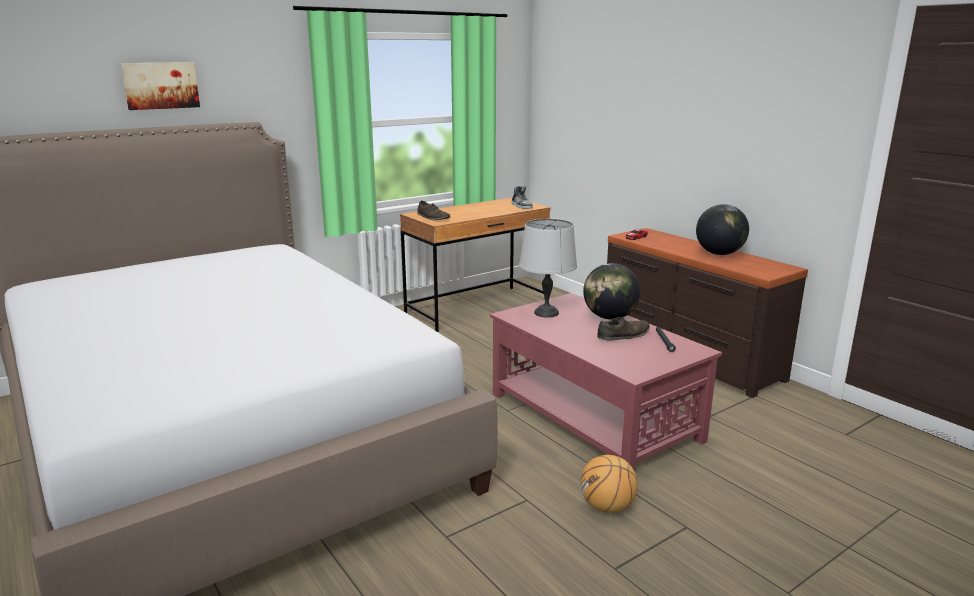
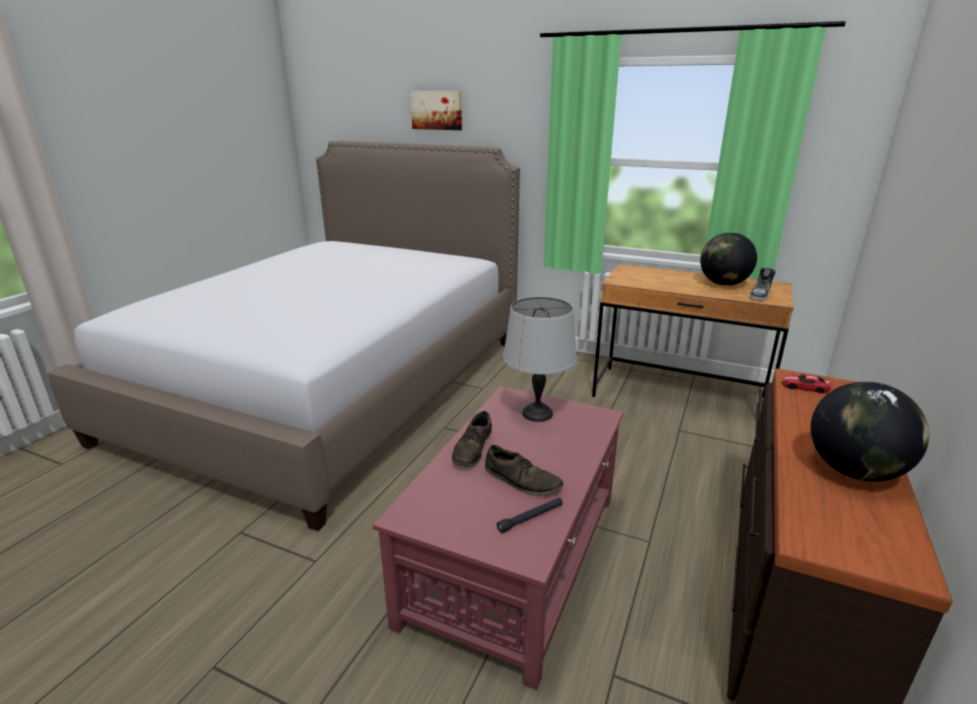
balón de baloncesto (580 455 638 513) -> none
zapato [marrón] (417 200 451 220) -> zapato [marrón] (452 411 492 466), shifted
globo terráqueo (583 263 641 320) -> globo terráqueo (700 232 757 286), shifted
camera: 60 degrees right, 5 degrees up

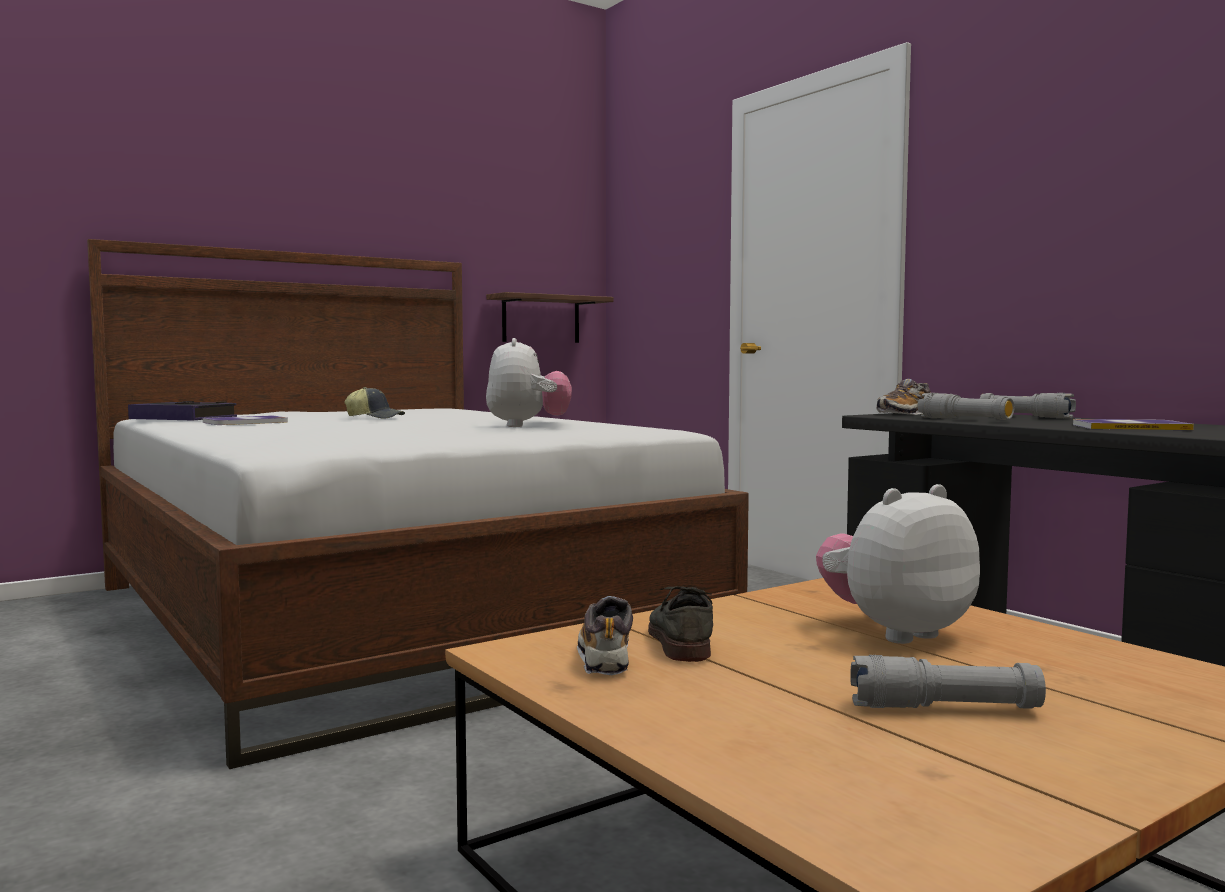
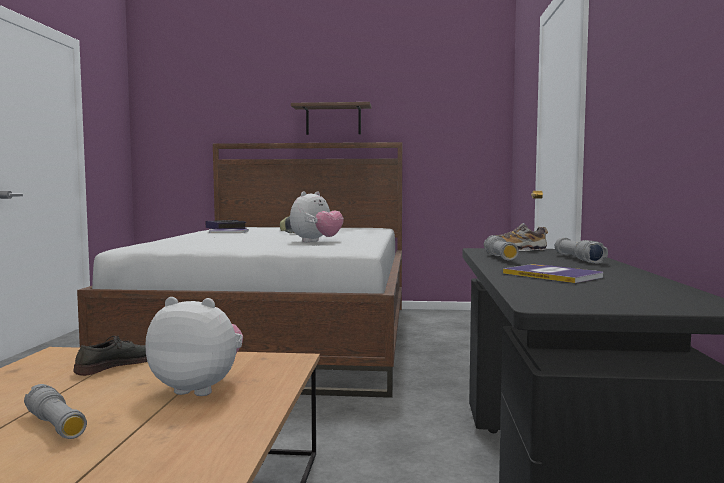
zapato (577 596 633 675) -> none
estante (486 292 614 343) -> estante (291 102 372 135), shifted
camera: 40 degrees right, 0 degrees up

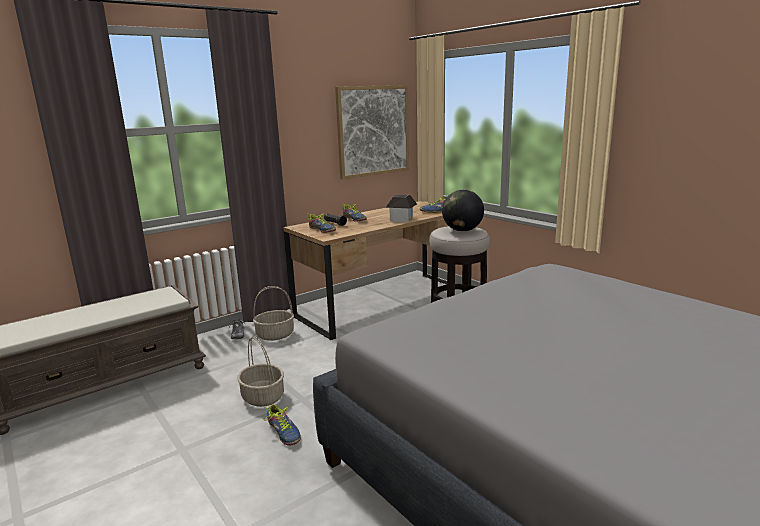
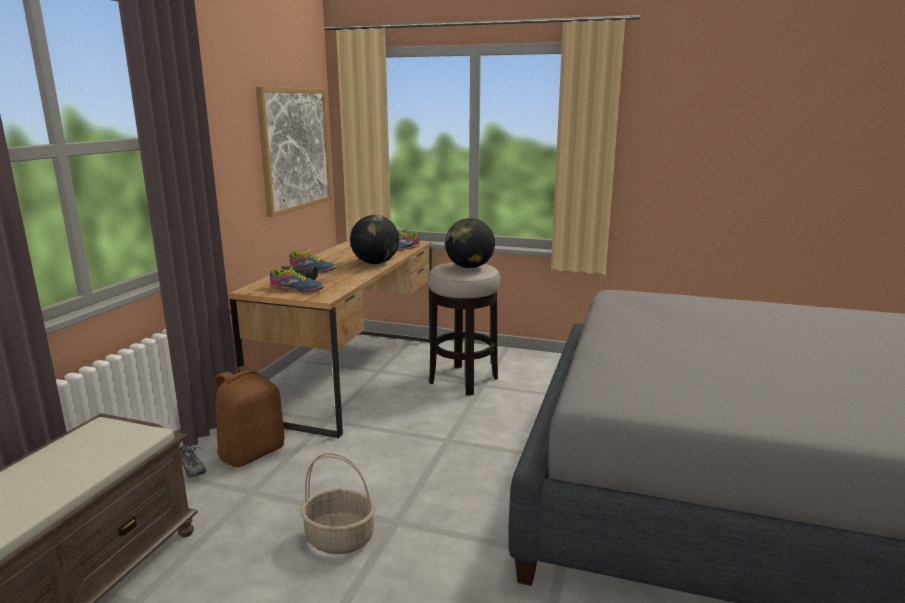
zapato (263 404 301 445) -> none
cesta (253 286 294 341) -> mochila [marrón] (215 365 284 467)
casita (386 194 417 222) -> globo terráqueo (350 215 399 264)
camera: 35 degrees left, 0 degrees up

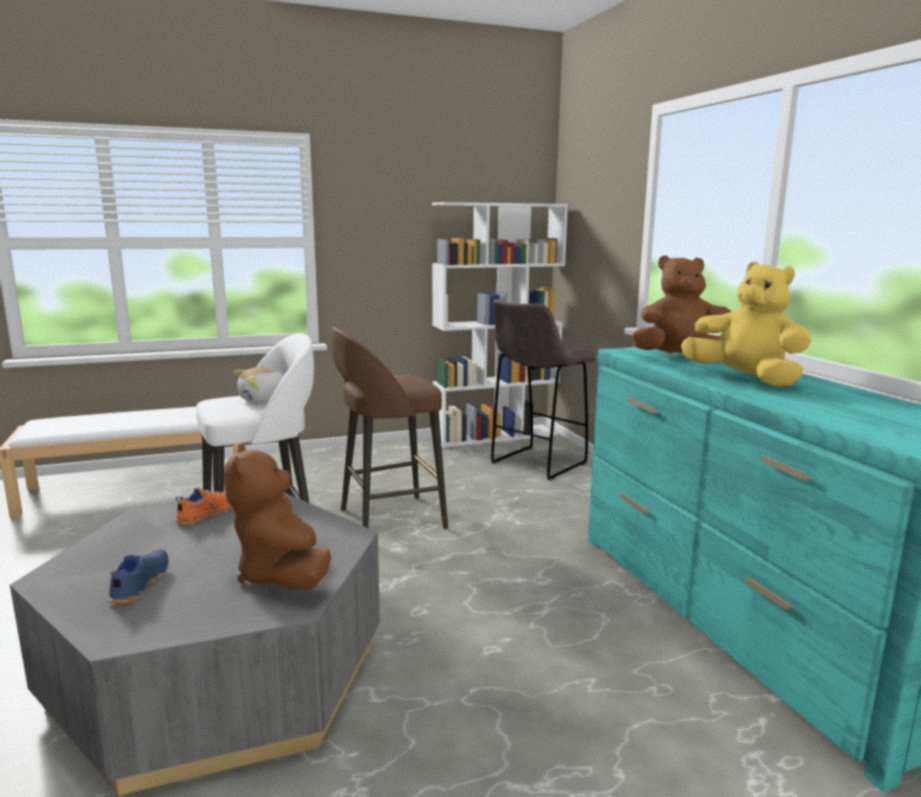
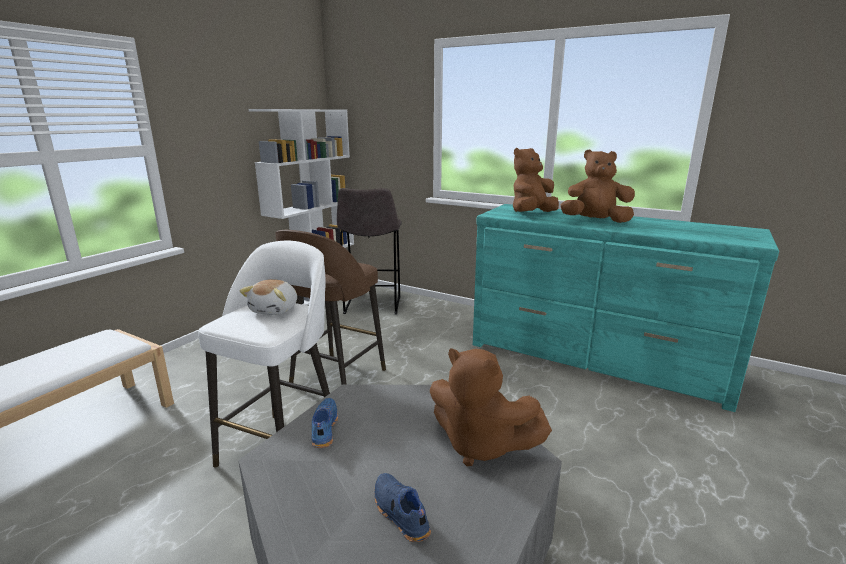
zapato [naranja] (175 488 233 525) -> zapato [azul] (311 398 338 448)
peluche [amarillo] (681 261 811 387) -> peluche [marrón] (560 149 635 223)
camera: 40 degrees left, 5 degrees up

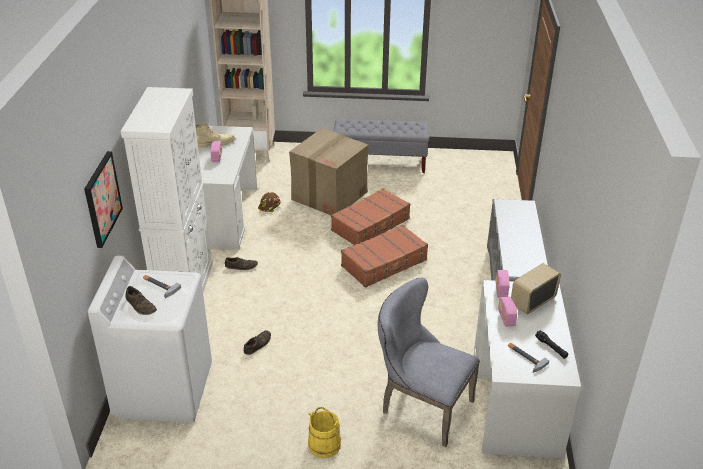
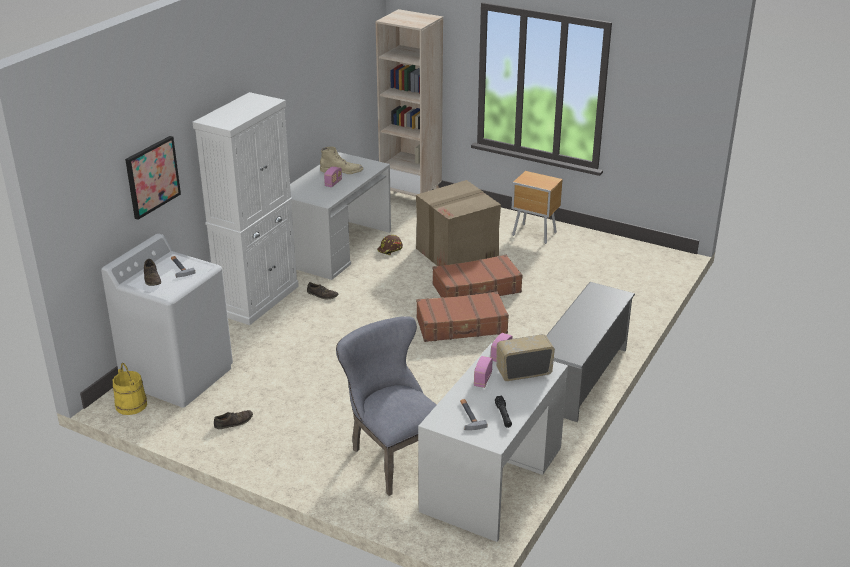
zapato [marrón] (244 330 271 355) -> zapato [marrón] (214 410 253 429), shifted
cubo [amarillo] (308 407 341 458) -> cubo [amarillo] (113 363 147 415), shifted
banco [gris] (333 119 429 173) -> mesita de noche [marrón] (512 171 563 244)
camera: 25 degrees right, 5 degrees down

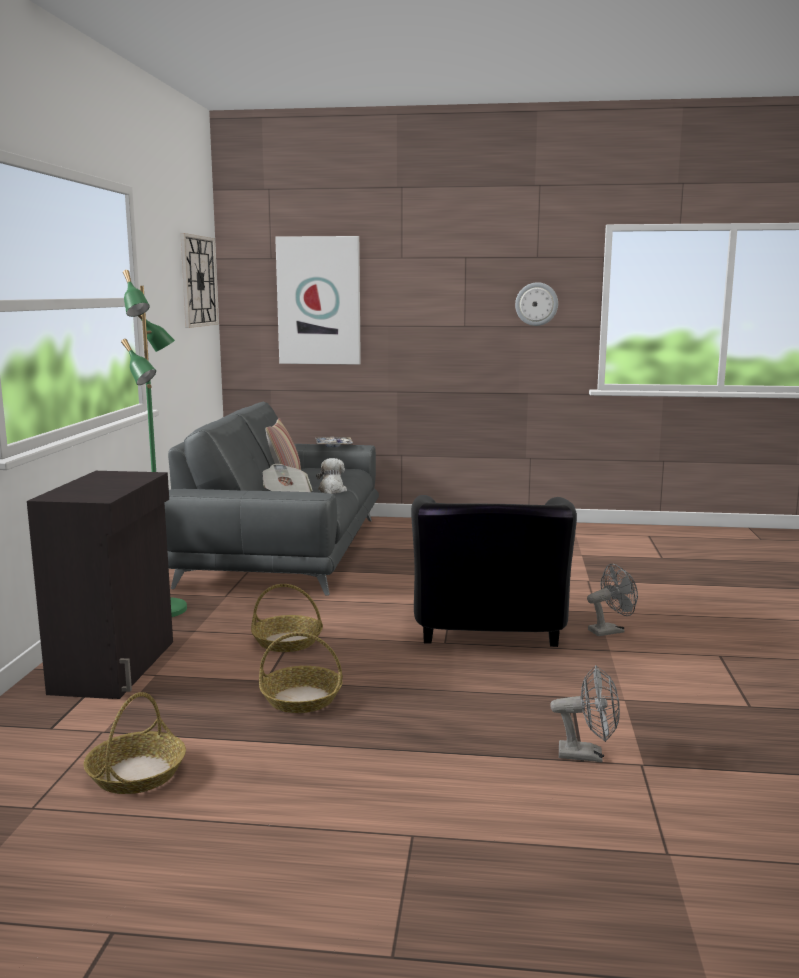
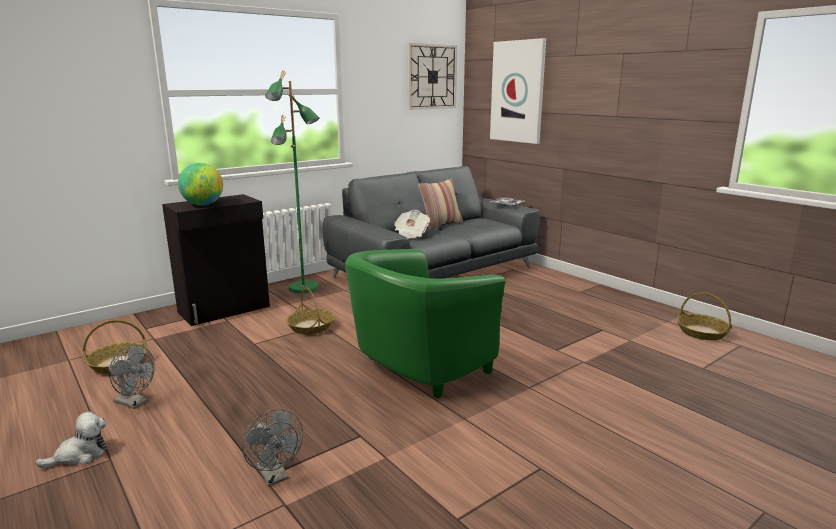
reloj de pared (515 282 558 326) -> none
none -> globo terráqueo (178 163 223 206)
cesta (259 632 343 713) -> cesta (677 292 732 340), shifted
peluche (316 458 347 494) -> peluche (35 411 107 468), shifted
ventilador [gris] (587 564 638 636) -> ventilador [gris] (109 344 155 409), shifted
sillón [negro] (411 495 577 647) -> sillón [verde] (345 249 506 399)
camera: 45 degrees right, 5 degrees up

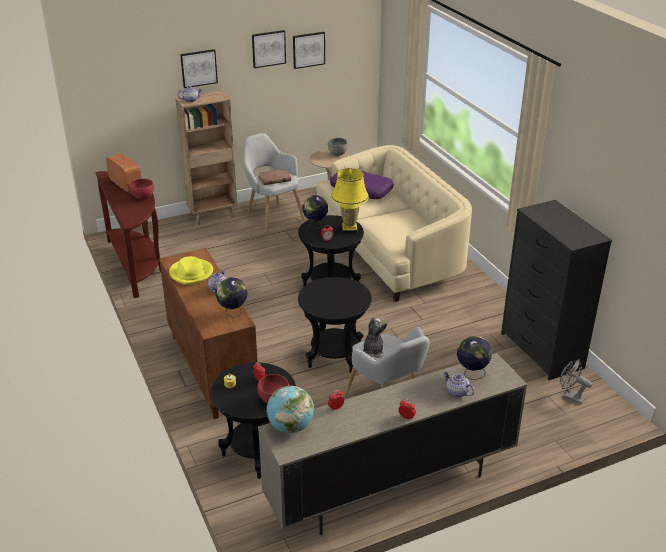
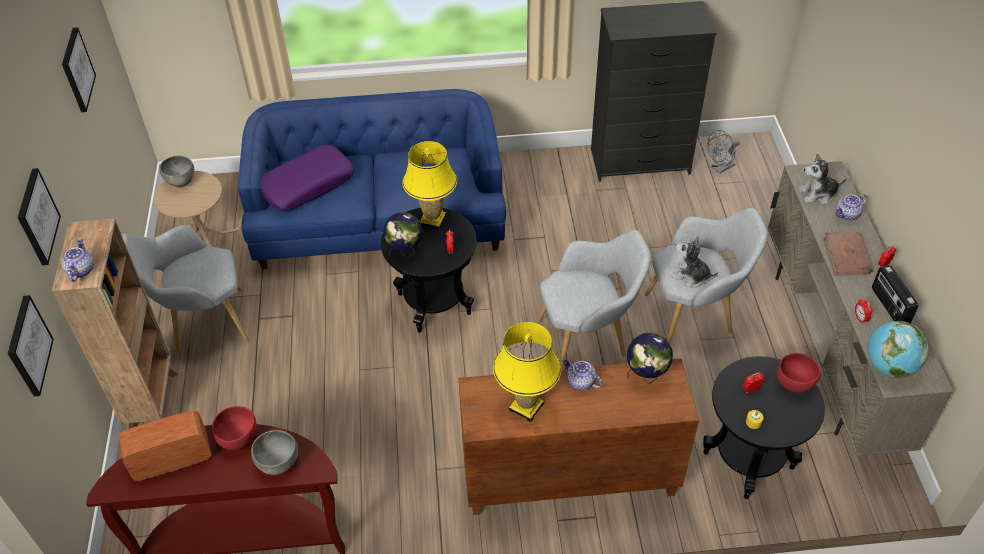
none -> cuenco [gris] (251 430 298 475)
none -> radio (872 265 918 324)
cuadro (252 30 286 68) -> cuadro (7 295 54 396), shifted
libro [marrón] (258 169 291 185) -> libro [marrón] (823 232 873 275), shifted
sombrero [amarillo] (169 256 213 285) -> lámpara de mesa [amarillo] (493 322 561 422)
mesa auxiliar [negro] (298 277 372 373) -> sillón [gris] (537 230 651 369)
globo terráqueo (457 336 492 380) -> peluche (799 153 847 205)
sofá [beis] (316 145 472 302) -> sofá [azul] (238 89 506 270)
camera: 70 degrees left, 15 degrees up

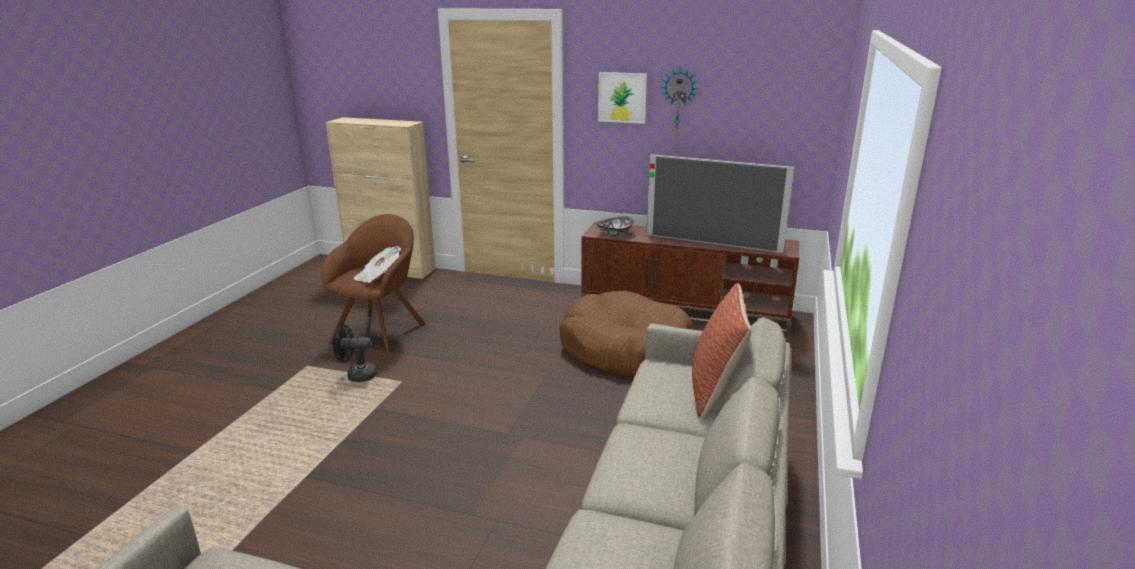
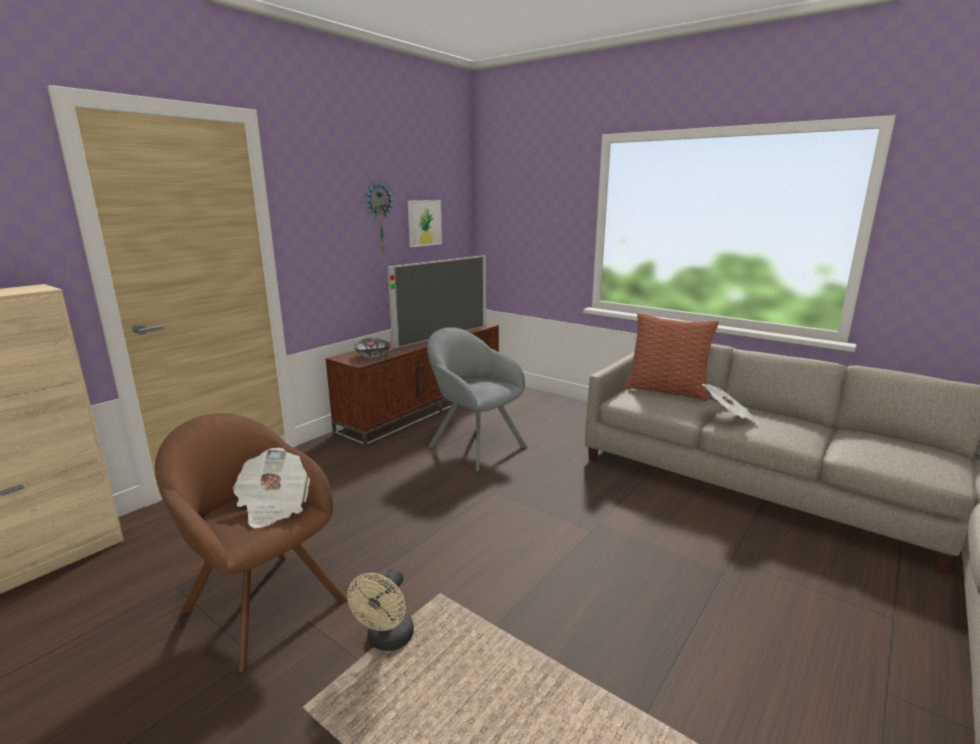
none -> periódico (702 384 760 424)
cuadro (598 72 647 124) -> cuadro (408 200 442 247), shifted
cama para perro [marrón] (560 291 692 377) -> sillón [gris] (427 327 528 472)
ventilador [negro] (333 325 377 382) -> ventilador [beis] (347 568 414 651)
camera: 70 degrees left, 5 degrees down

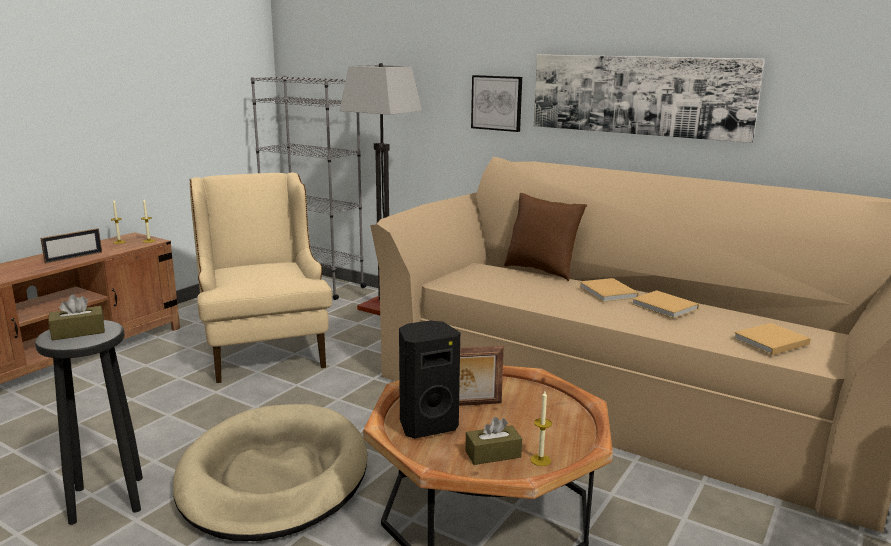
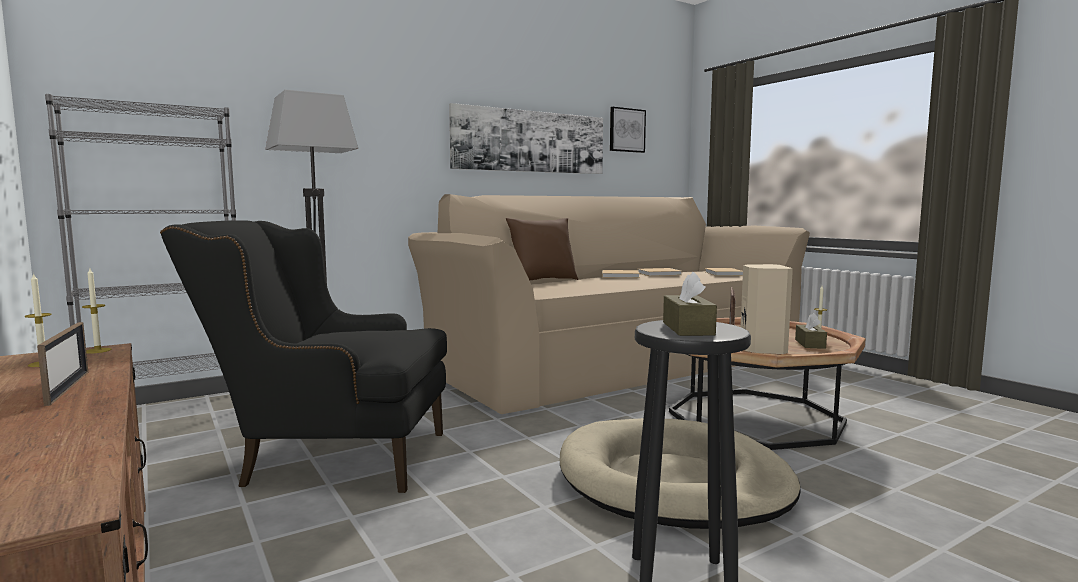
cuadro (471 75 522 132) -> cuadro (610 107 646 153), shifted
sillón [beis] (190 173 332 383) -> sillón [negro] (160 220 447 493)
altavoz [negro] (399 321 460 438) -> altavoz [beis] (740 264 793 354)
camera: 65 degrees left, 10 degrees down

